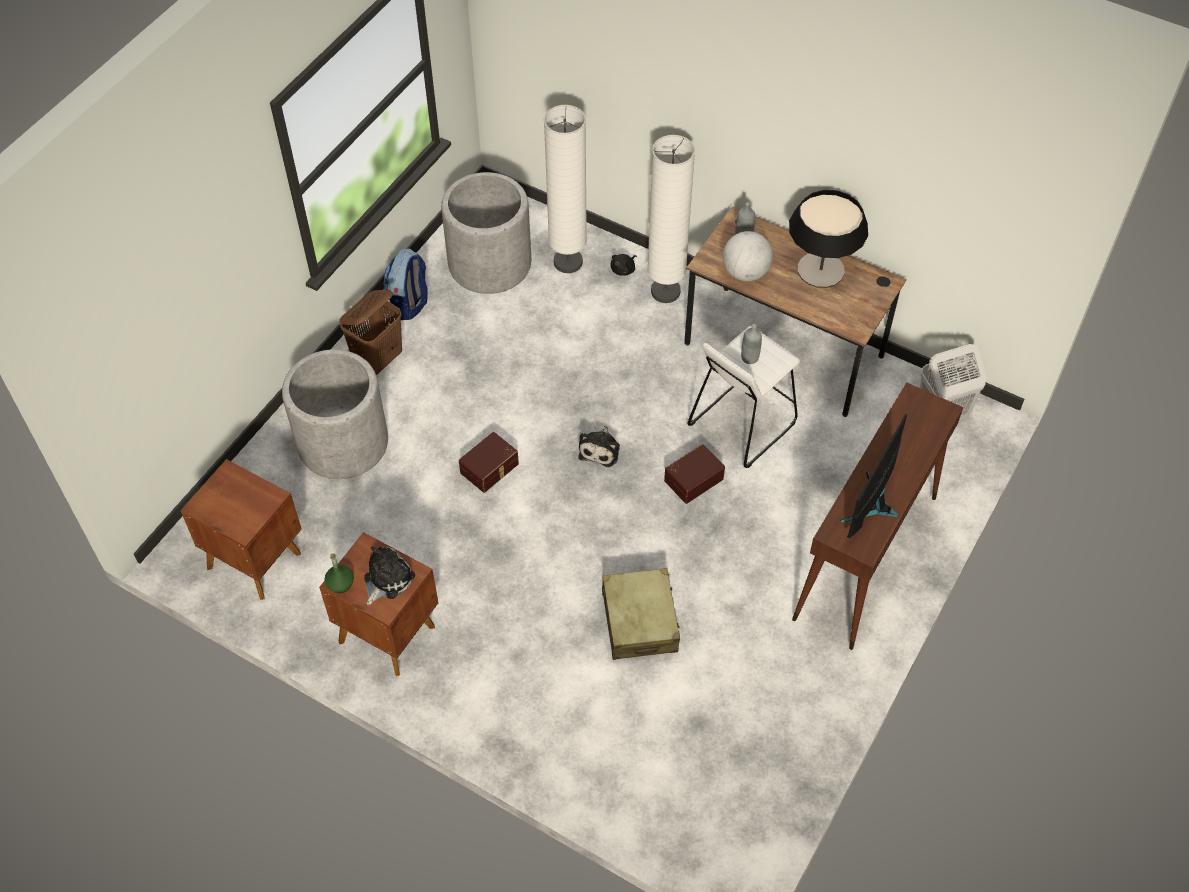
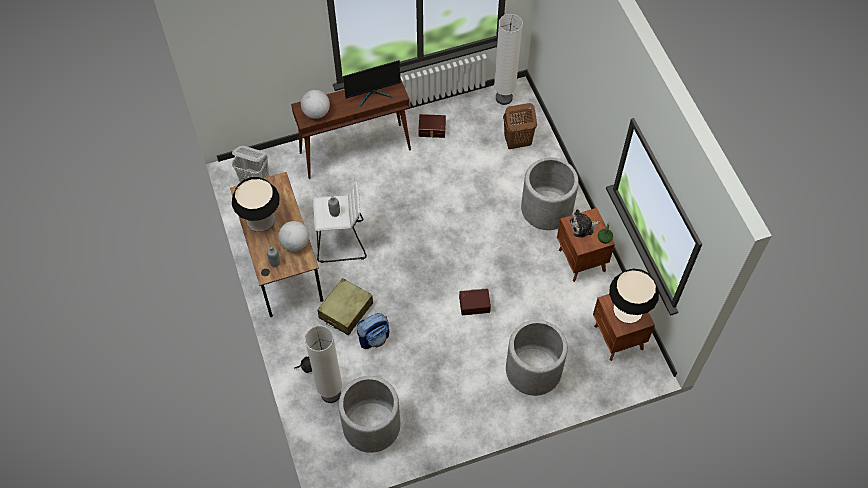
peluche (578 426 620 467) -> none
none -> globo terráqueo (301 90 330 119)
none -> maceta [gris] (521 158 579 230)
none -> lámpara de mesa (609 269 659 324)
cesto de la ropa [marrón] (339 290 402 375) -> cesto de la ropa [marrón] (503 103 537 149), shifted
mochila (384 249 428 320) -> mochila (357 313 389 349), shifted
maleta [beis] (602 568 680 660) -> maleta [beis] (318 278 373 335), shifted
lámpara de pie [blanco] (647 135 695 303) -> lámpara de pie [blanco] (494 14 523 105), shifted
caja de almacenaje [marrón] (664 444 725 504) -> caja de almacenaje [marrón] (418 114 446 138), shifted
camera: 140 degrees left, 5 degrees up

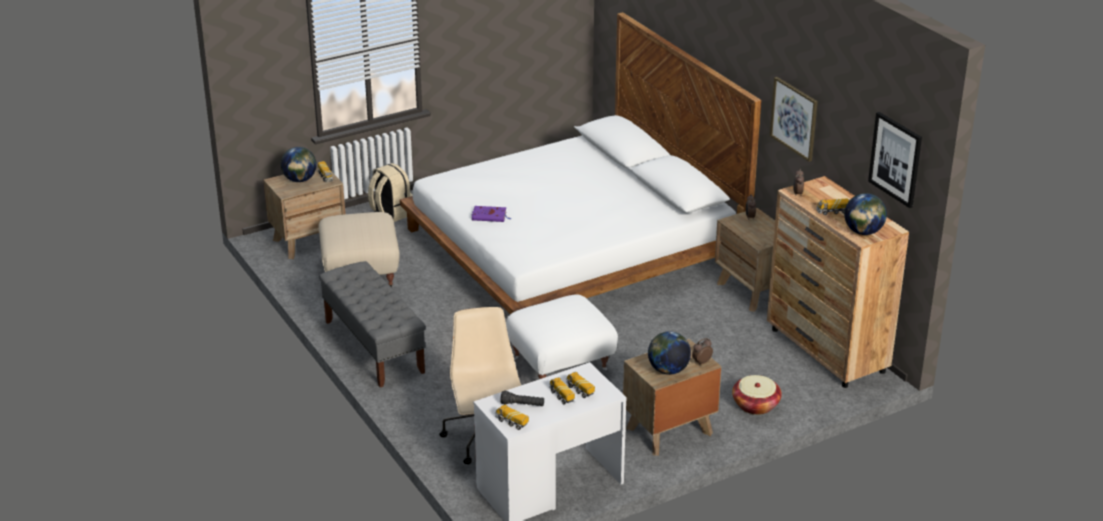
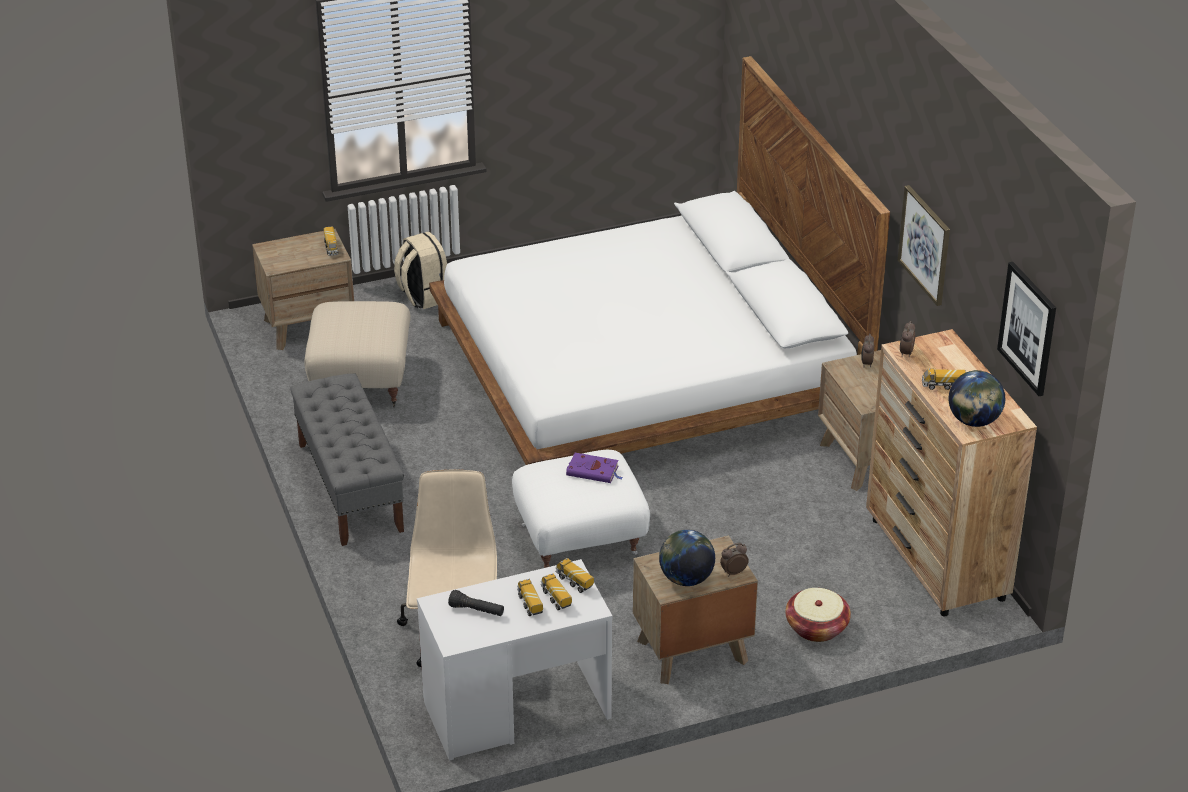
globo terráqueo (281 147 317 182) -> none
libro [morado] (472 206 511 222) -> libro [morado] (566 453 623 483), shifted
camión de juguete (495 404 529 430) -> camión de juguete (555 558 594 593), shifted
camera: 10 degrees right, 5 degrees up

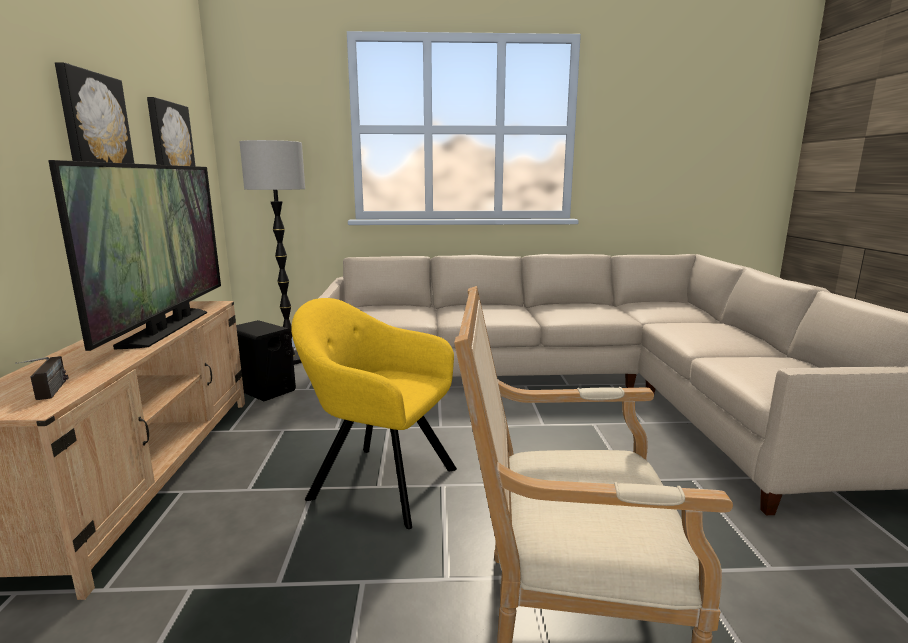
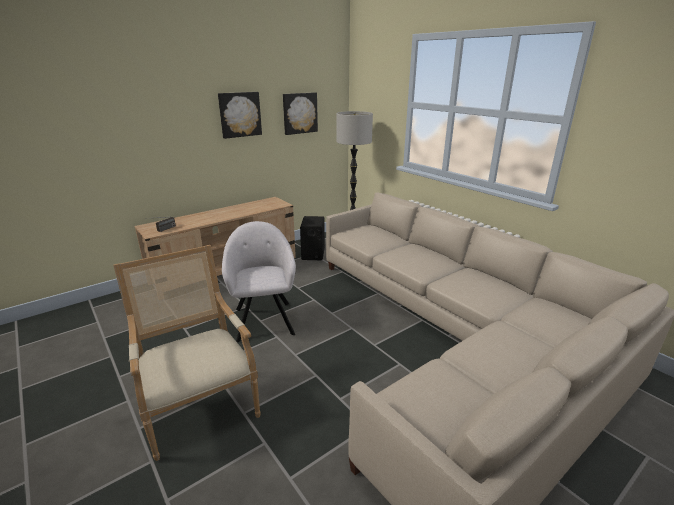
televisor (48 160 221 351) -> none
sillón [amarillo] (291 298 457 529) -> sillón [gris] (222 221 296 343)
camera: 55 degrees right, 10 degrees up

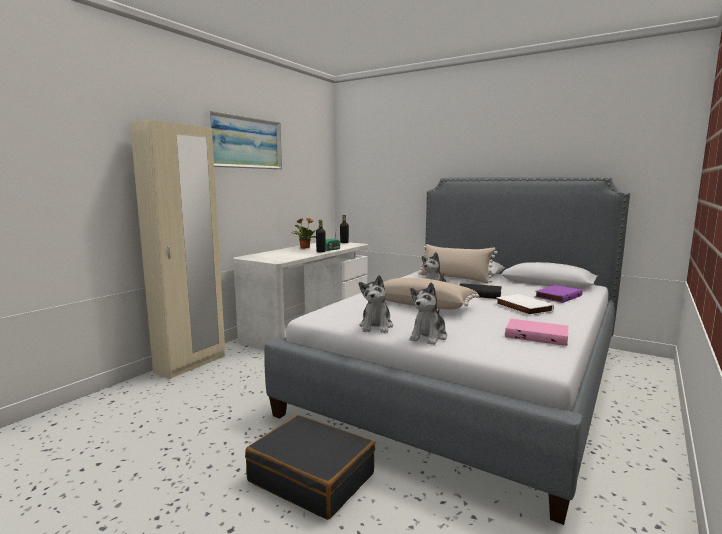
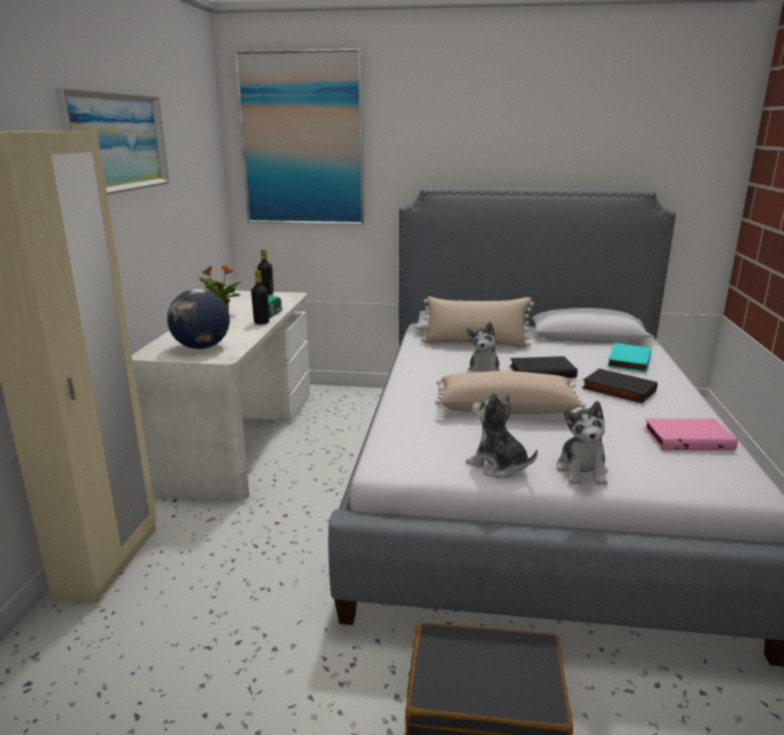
none -> globo terráqueo (167 289 230 349)
none -> cuadro (234 49 364 225)
libro [blanco] (496 294 554 316) -> libro [negro] (582 369 658 403)
libro [morado] (535 285 583 303) -> libro [turquesa] (607 343 651 373)
peluche (359 275 393 333) -> peluche (466 392 538 478), 150 degrees clockwise
camera: 25 degrees left, 10 degrees up

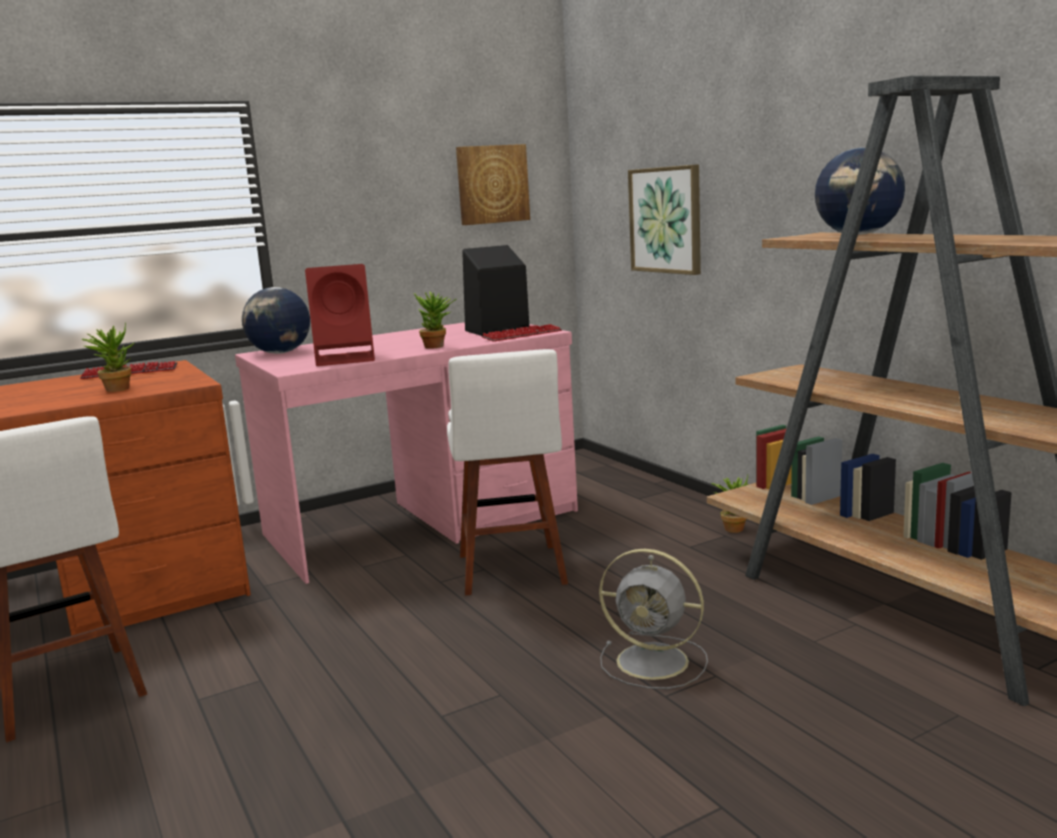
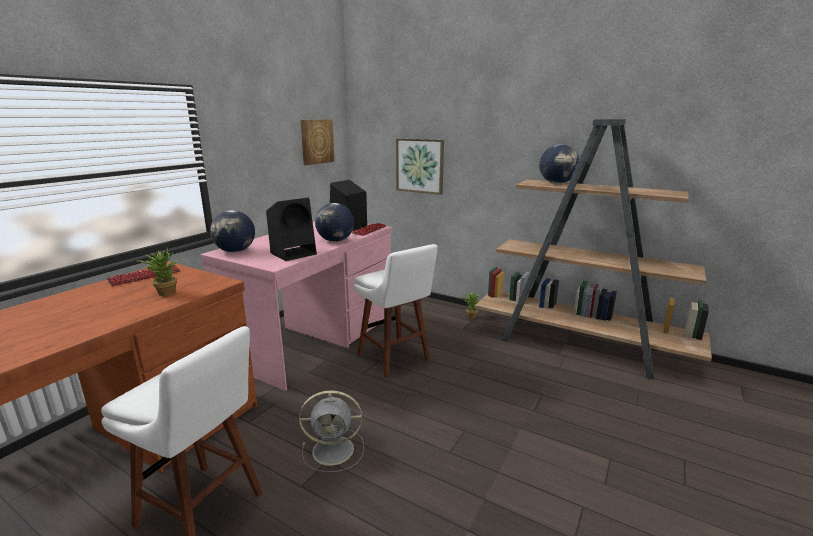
ventilador [gris] (599 549 708 689) -> ventilador [gris] (299 390 364 472), shifted
planta en maceta (414 292 457 349) -> globo terráqueo (315 203 354 242)
altavoz [rojo] (305 264 375 366) -> altavoz [negro] (266 198 317 261)
camera: 30 degrees left, 5 degrees up

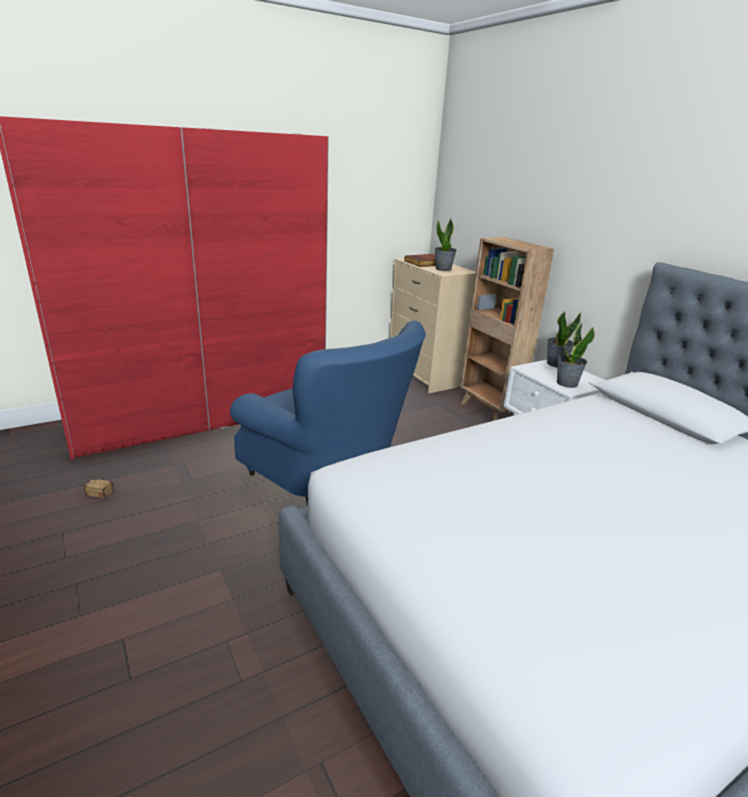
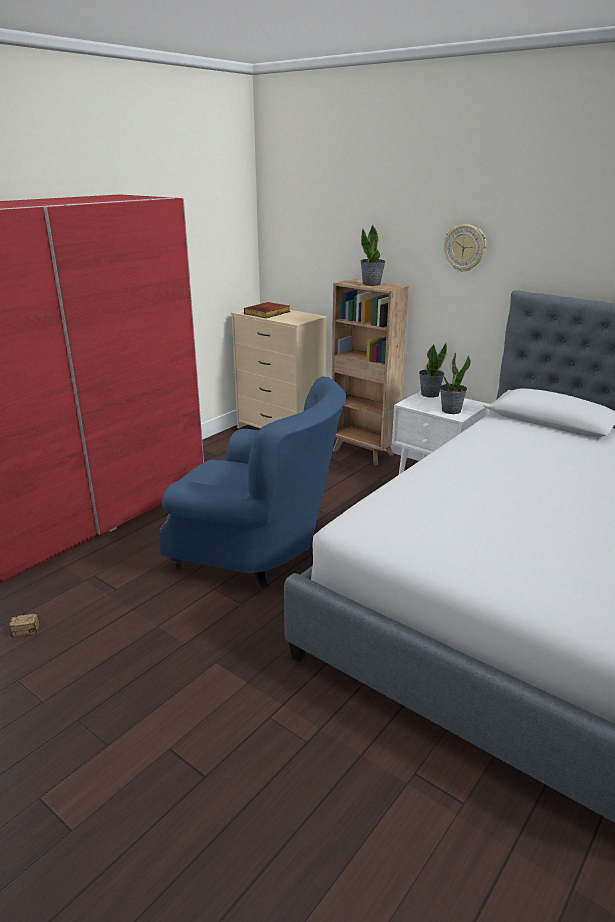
none -> reloj de pared (444 224 486 272)
planta en maceta (435 218 457 271) -> planta en maceta (360 225 386 286), shifted
camera: 20 degrees left, 0 degrees up

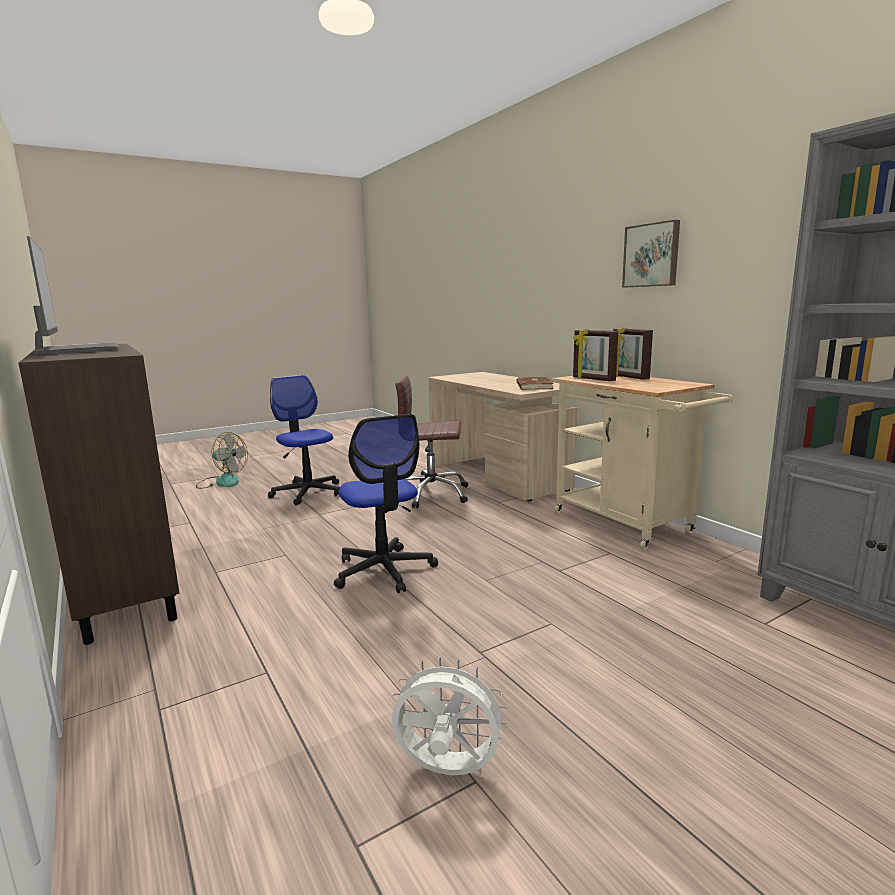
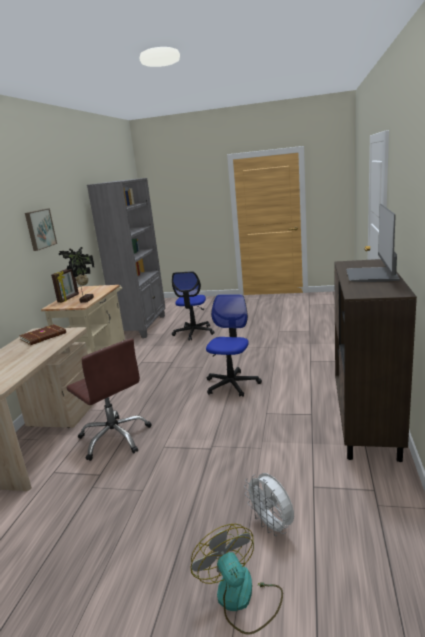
silla de oficina (268 375 340 506) -> silla de oficina (172 271 215 341), shifted
ventilador [blanco] (391 657 509 775) -> ventilador [blanco] (244 473 294 536), shifted
portarretratos (573 329 618 381) -> planta en maceta (59 247 94 303)
camera: 135 degrees left, 5 degrees up

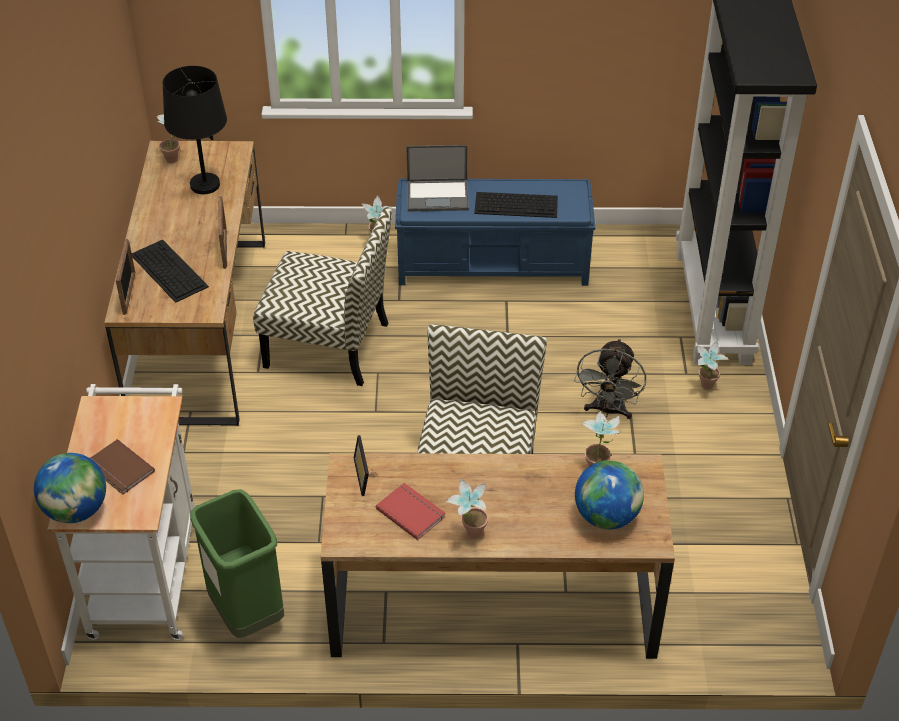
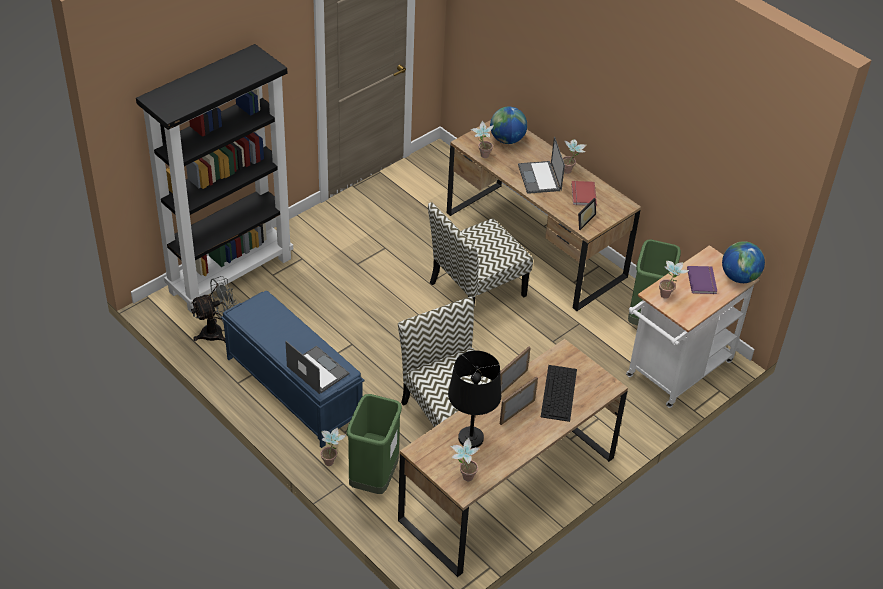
teclado (474 192 558 218) -> none
none -> papelera [verde] (347 394 402 494)
none -> portátil (518 137 565 194)
portarretratos (116 239 135 315) -> portarretratos (500 377 538 425), shifted
ventilador [gris] (574 338 646 419) -> ventilador [gris] (190 276 237 343), shifted
planta en maceta (696 341 729 390) -> planta en maceta (659 261 689 299), shifted
libro [marrón] (90 439 155 495) -> libro [morado] (687 266 717 294)
camera: 135 degrees left, 0 degrees up

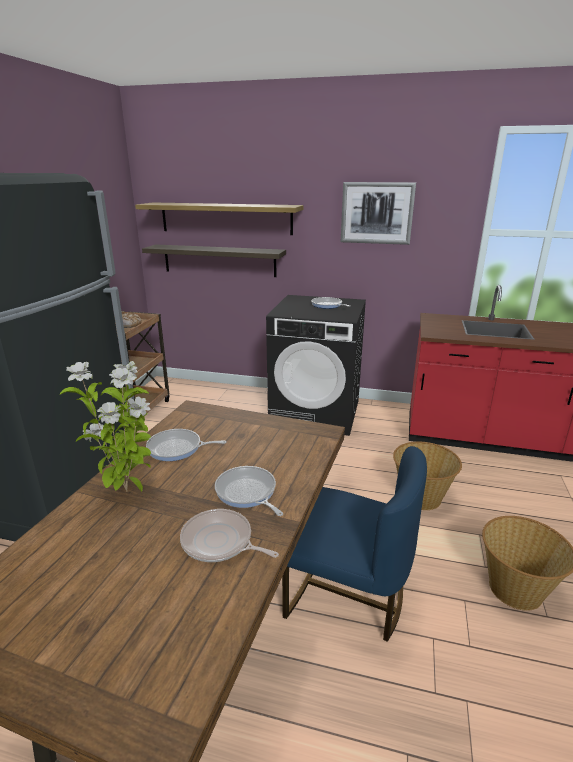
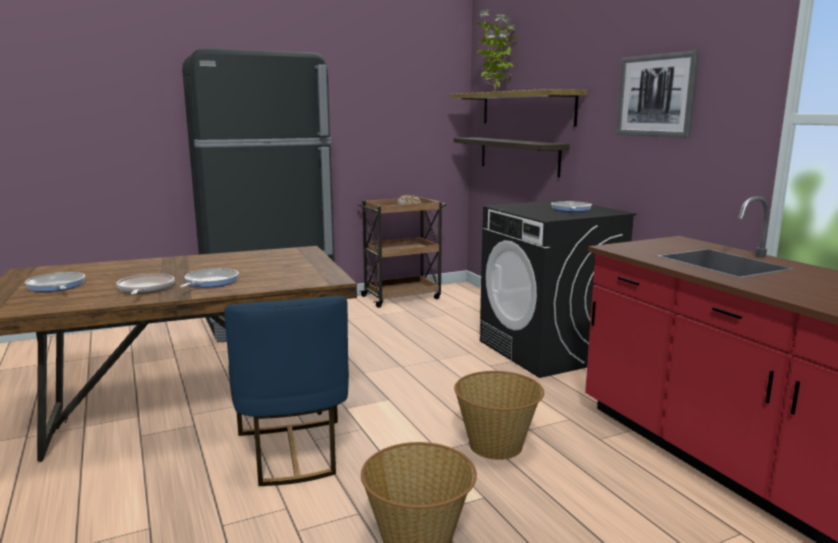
planta en maceta (60 361 151 492) -> planta en maceta (475 9 518 91), shifted
sartén (146 429 227 461) -> sartén (25 272 85 292), shifted
camera: 50 degrees right, 10 degrees down

